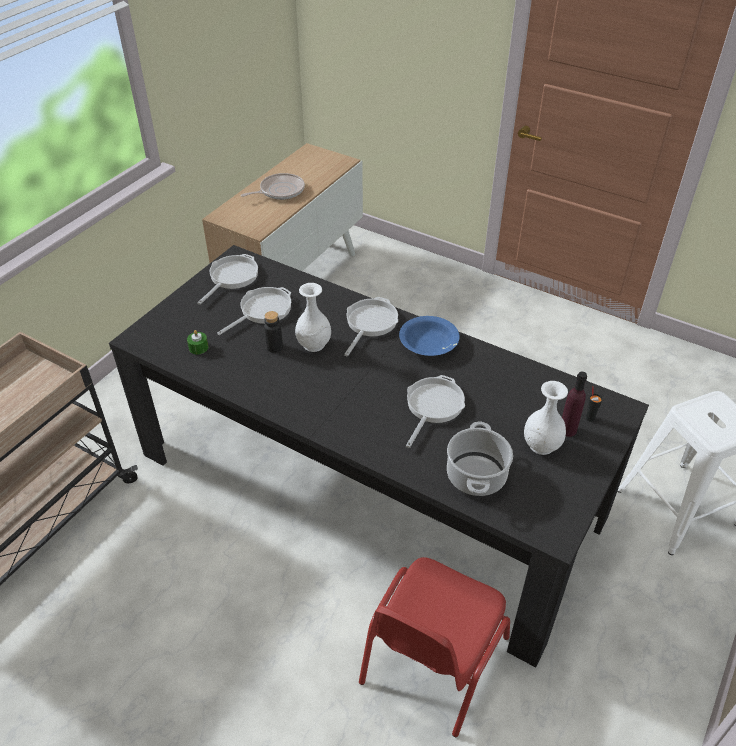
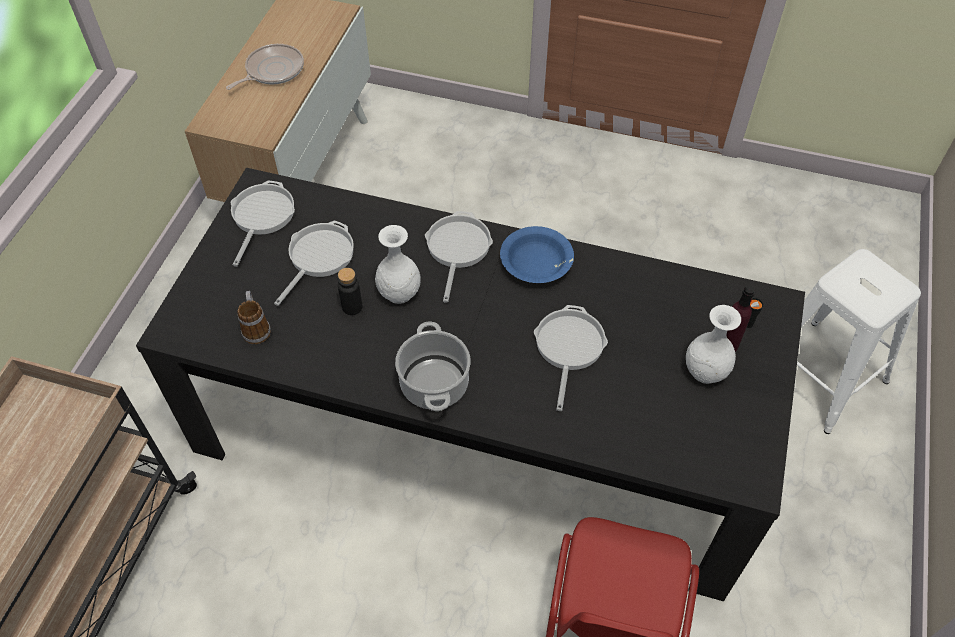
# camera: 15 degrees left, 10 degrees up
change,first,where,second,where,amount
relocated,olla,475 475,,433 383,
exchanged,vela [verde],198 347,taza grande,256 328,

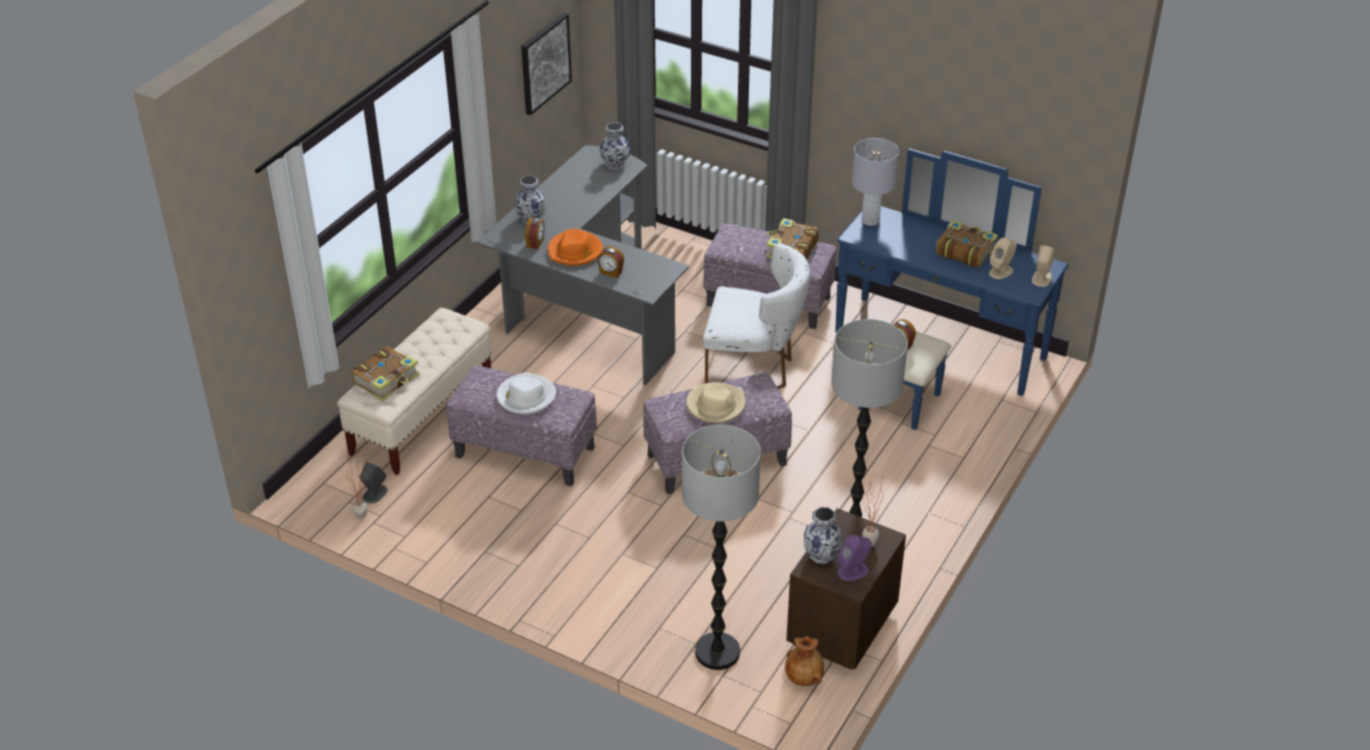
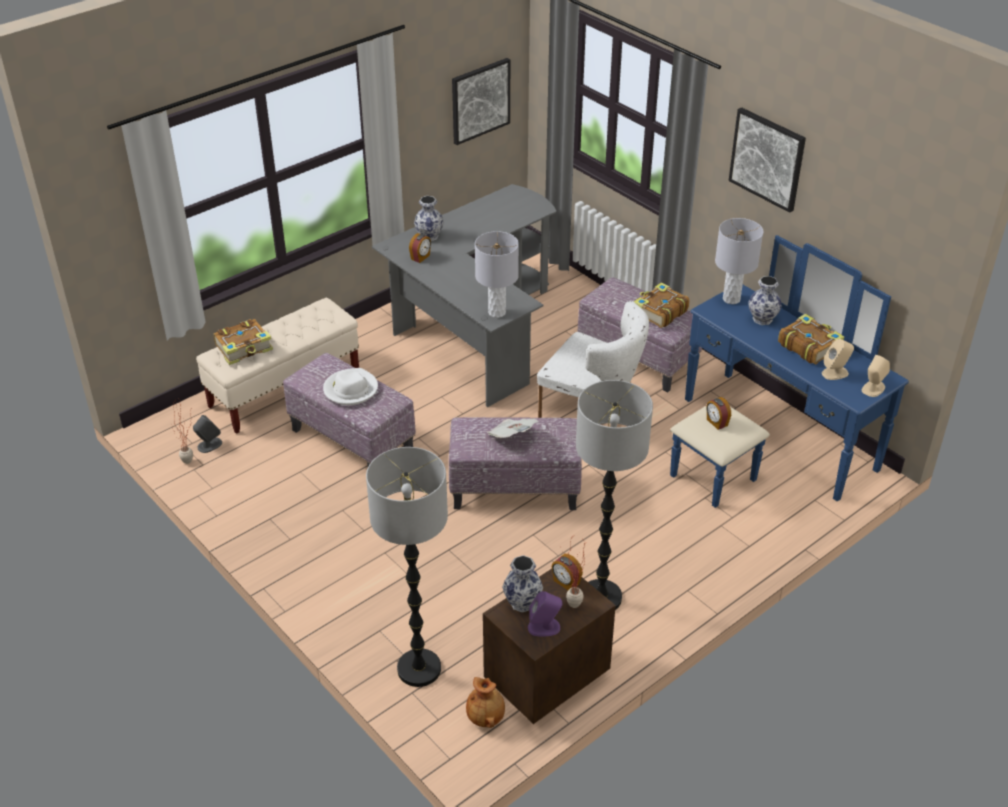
# camera: 20 degrees right, 0 degrees up
change,first,where,second,where,amount
missing,sombrero [naranja],575 251,,,
appeared,,,lámpara de mesa [gris],497 312,
appeared,,,cuadro,767 159,
relocated,despertador,611 272,,566 582,
relocated,florero,615 164,,762 319,
exchanged,sombrero [beis],715 405,periódico,512 437,

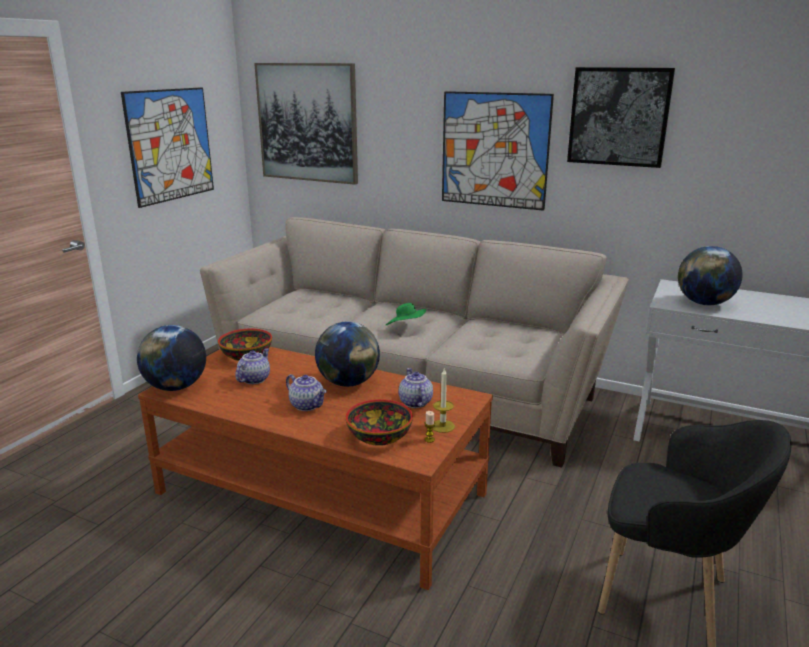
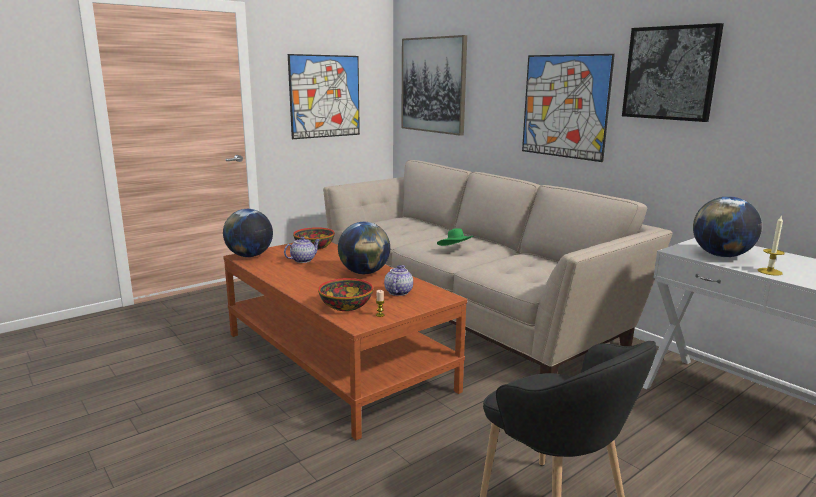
# camera: 25 degrees right, 5 degrees down
change,first,where,second,where,amount
missing,tetera,308 405,,,
relocated,vela,442 426,,769 271,

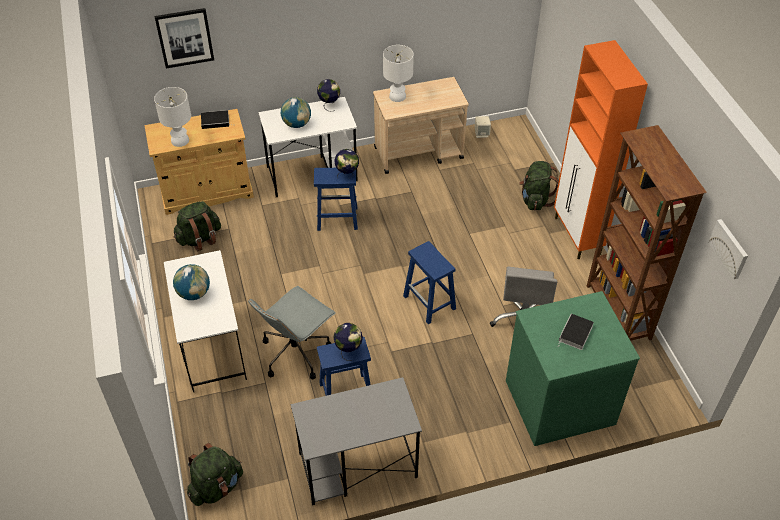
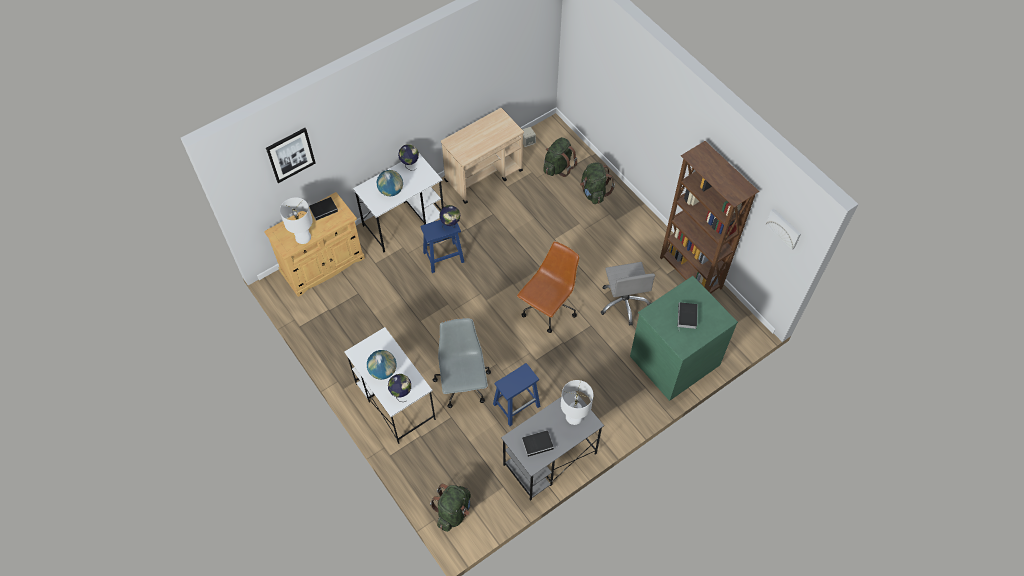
# camera: 20 degrees left, 10 degrees up
change,first,where,second,where,amount
missing,armario [naranja],577 236,,,
appeared,,,libro,538 443,
relocated,mochila [verde],199 239,,558 167,
relocated,globo terráqueo,348 350,,401 393,
relocated,lámpara de mesa [blanco],398 96,,574 416,
exchanged,taburete [azul],430 303,silla de oficina [marrón],548 309,
spun,silla de oficina [gris],296 352,,463 384,150 degrees clockwise

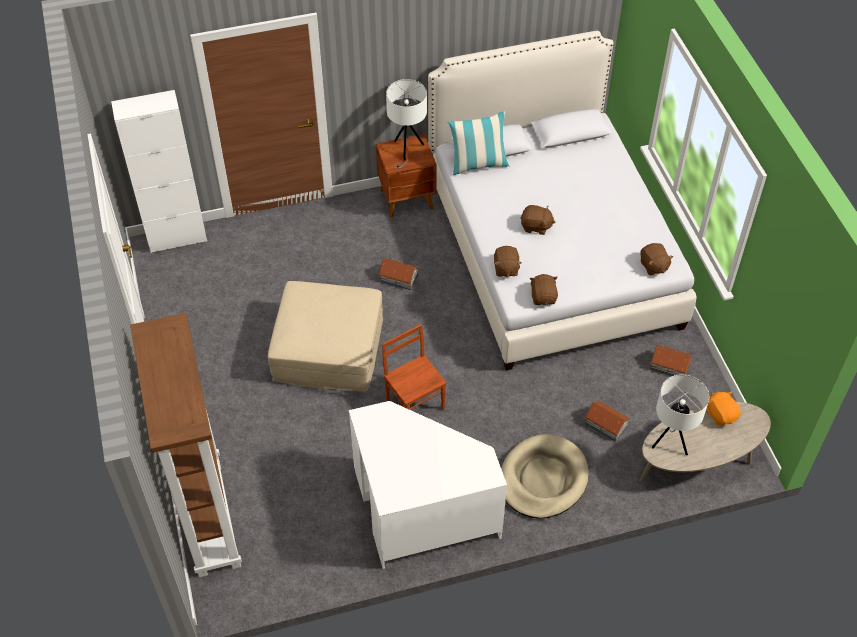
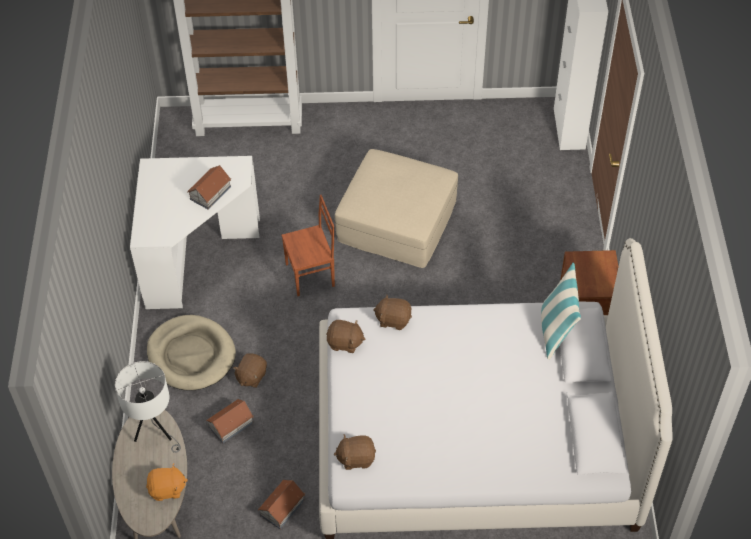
# camera: 105 degrees right, 0 degrees up
change,first,where,second,where,amount
missing,lámpara de mesa [blanco],406 150,,,
relocated,casita,398 277,,211 193,
relocated,peluche [marrón],536 226,,251 376,

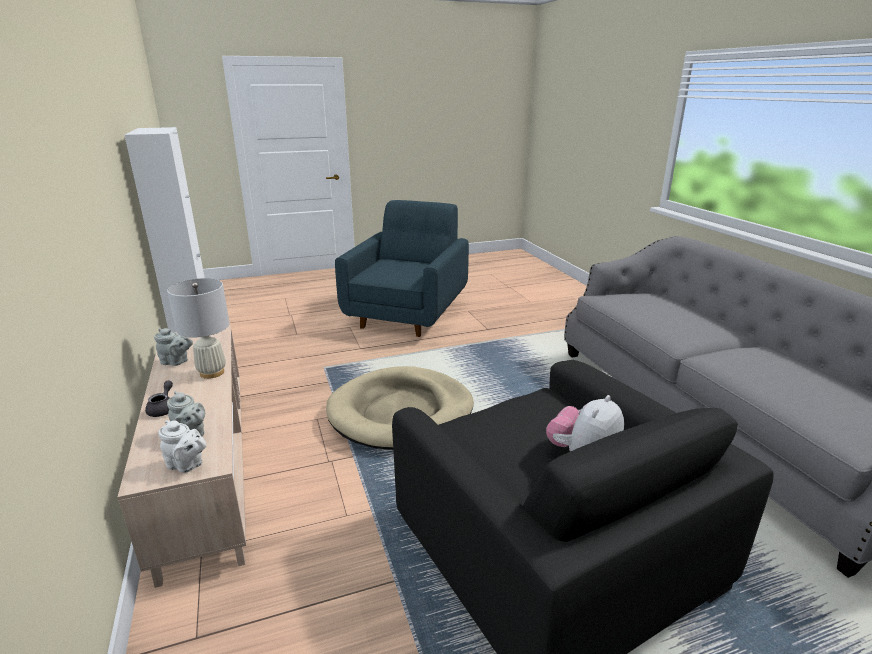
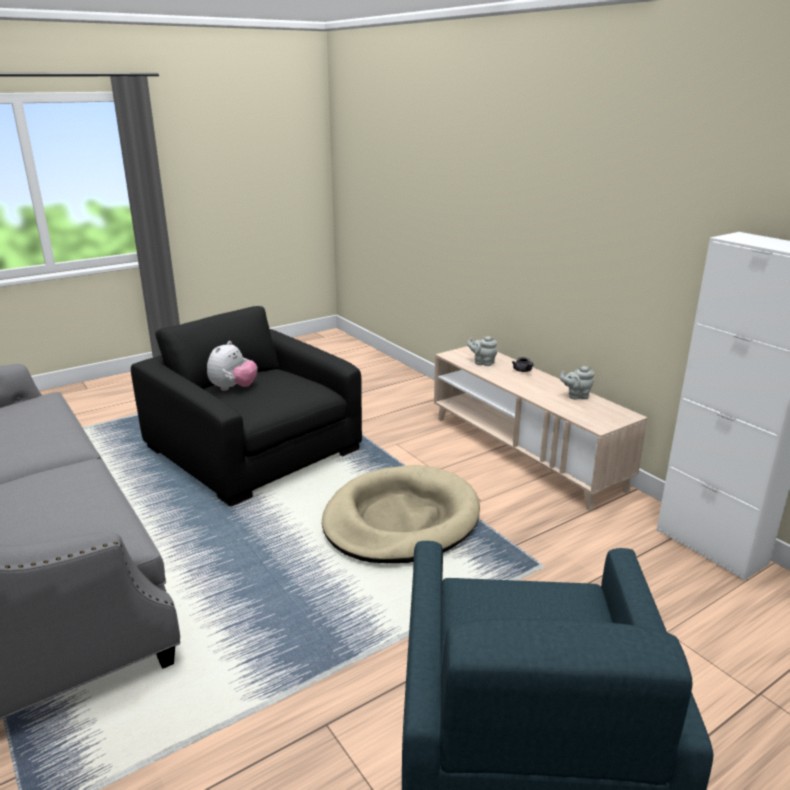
# camera: 165 degrees right, 0 degrees up
change,first,where,second,where,amount
missing,tetera [blanco],187 465,,,
missing,lámpara de mesa [blanco],212 372,,,

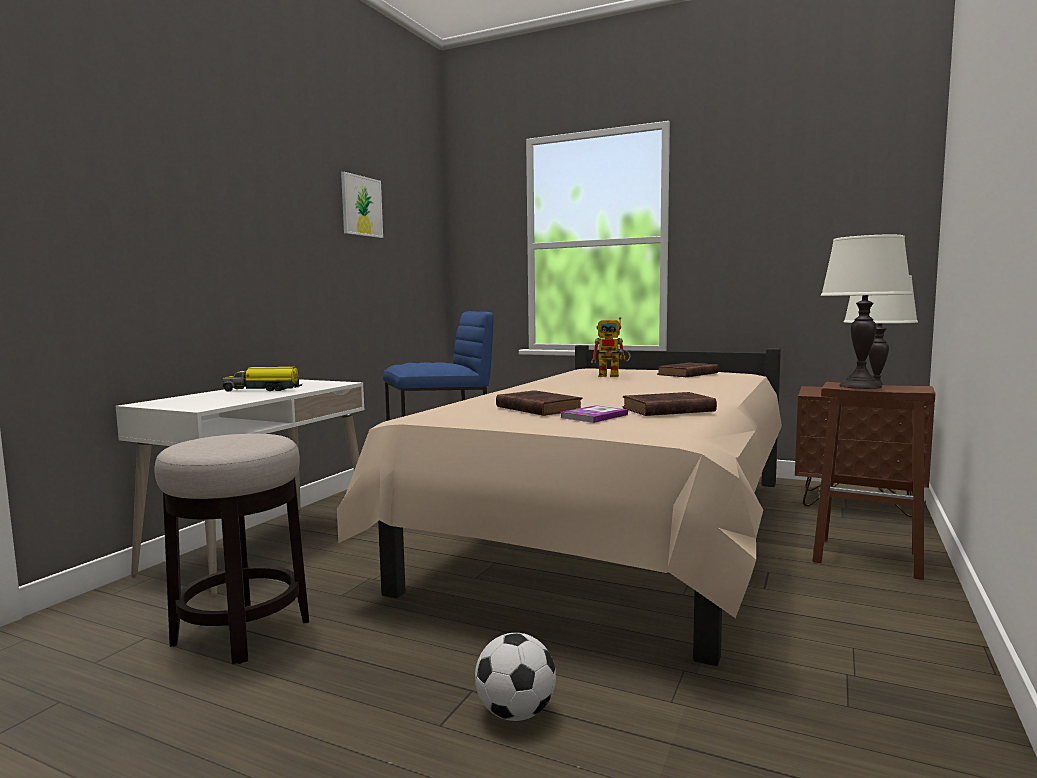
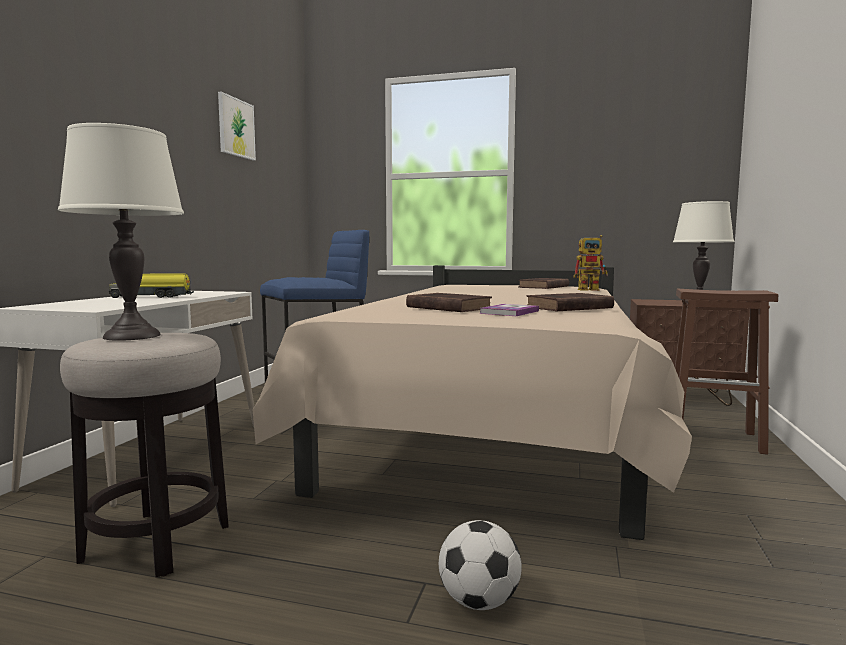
# camera: 10 degrees left, 0 degrees up
change,first,where,second,where,amount
relocated,robot de juguete,614 376,,592 289,
relocated,lámpara de mesa [blanco],860 386,,132 336,

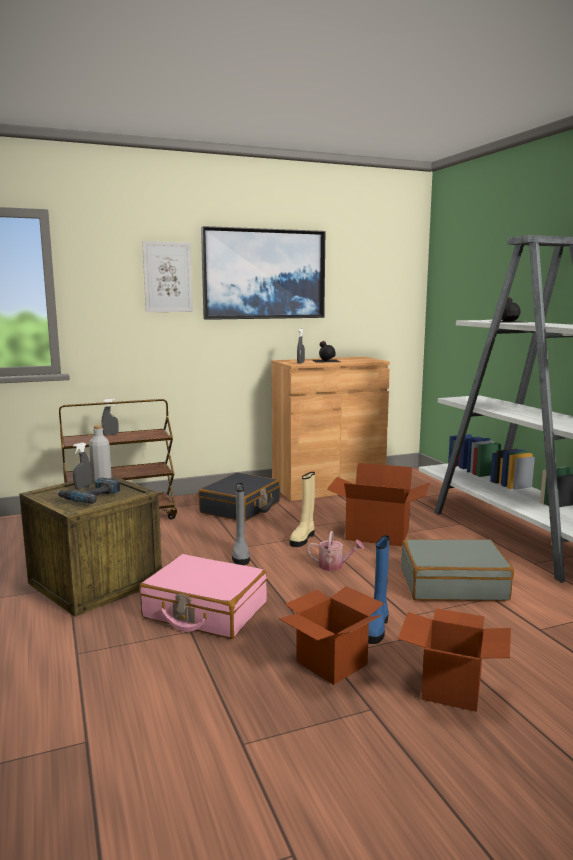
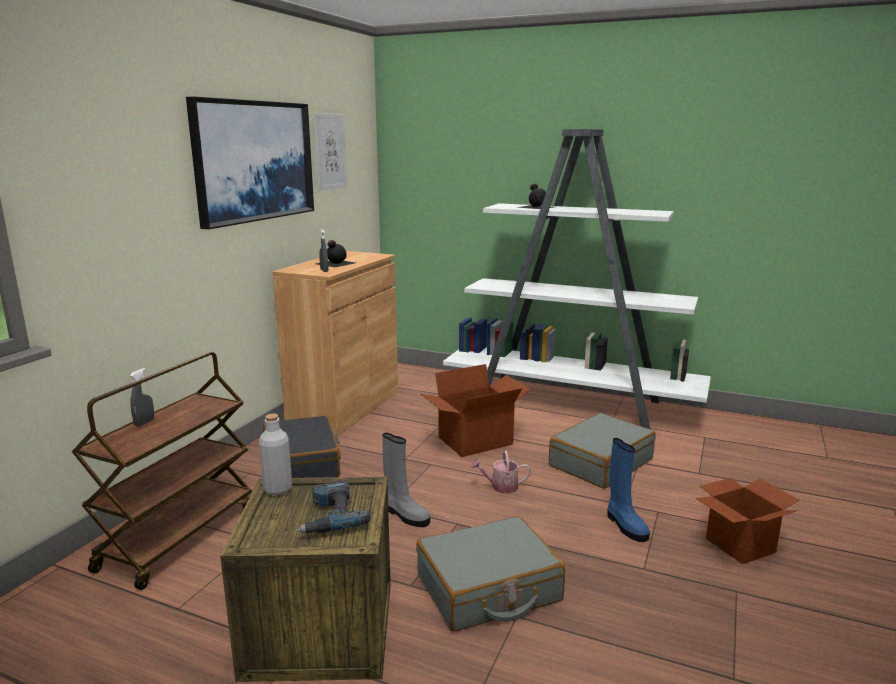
# camera: 45 degrees left, 5 degrees up
change,first,where,second,where,amount
missing,pulverizador [gris],83 488,,,
missing,caja de cartón,332 663,,,
missing,bota [beis],303 538,,,
relocated,cuadro,167 277,,330 151,
colour,maleta [rosa],205 611,maleta [gris],488 589,
spun,regadera,334 566,,500 486,150 degrees counterclockwise

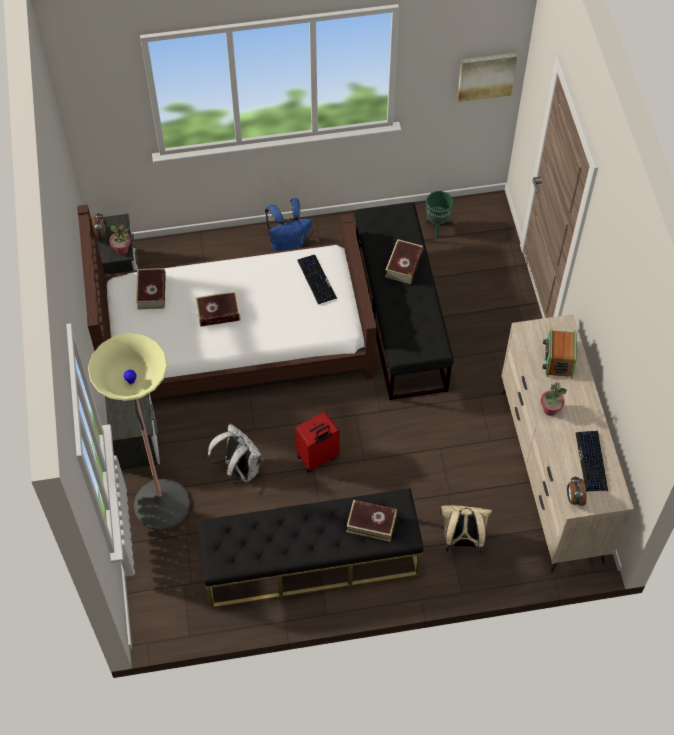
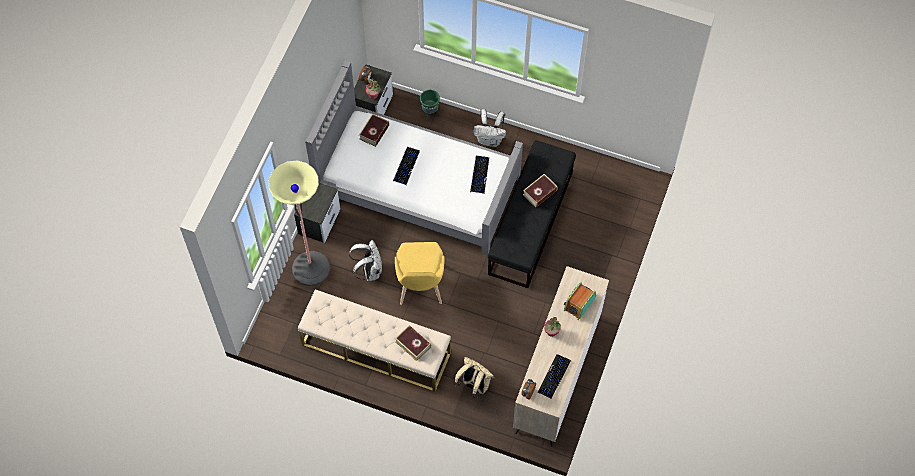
# camera: 30 degrees right, 5 degrees up
change,first,where,second,where,amount
missing,cuadro,486 75,,,
relocated,maceta [verde],437 226,,430 113,
exchanged,libro,218 312,teclado,406 166,
exchanged,maleta [rojo],318 458,silla [amarillo],420 288,
colour,cama [marrón],234 339,cama [gris],417 186,
colour,banco [negro],310 562,banco [beis],375 349,
colour,mochila [azul],288 245,mochila [blanco],490 139,

